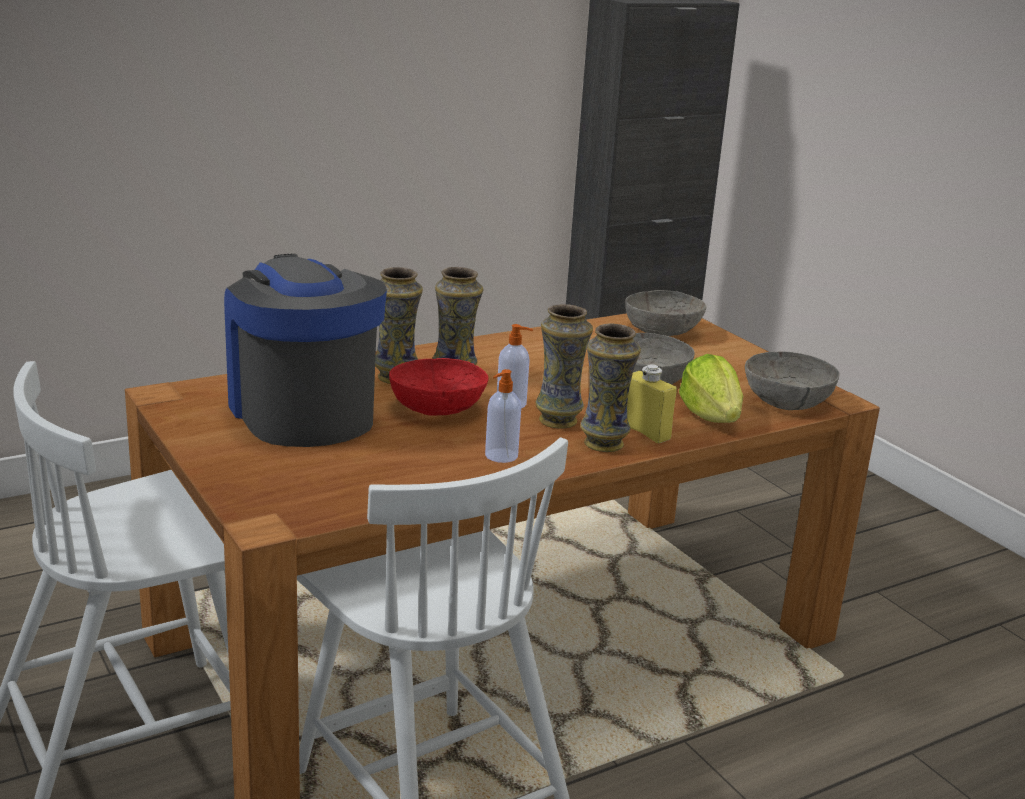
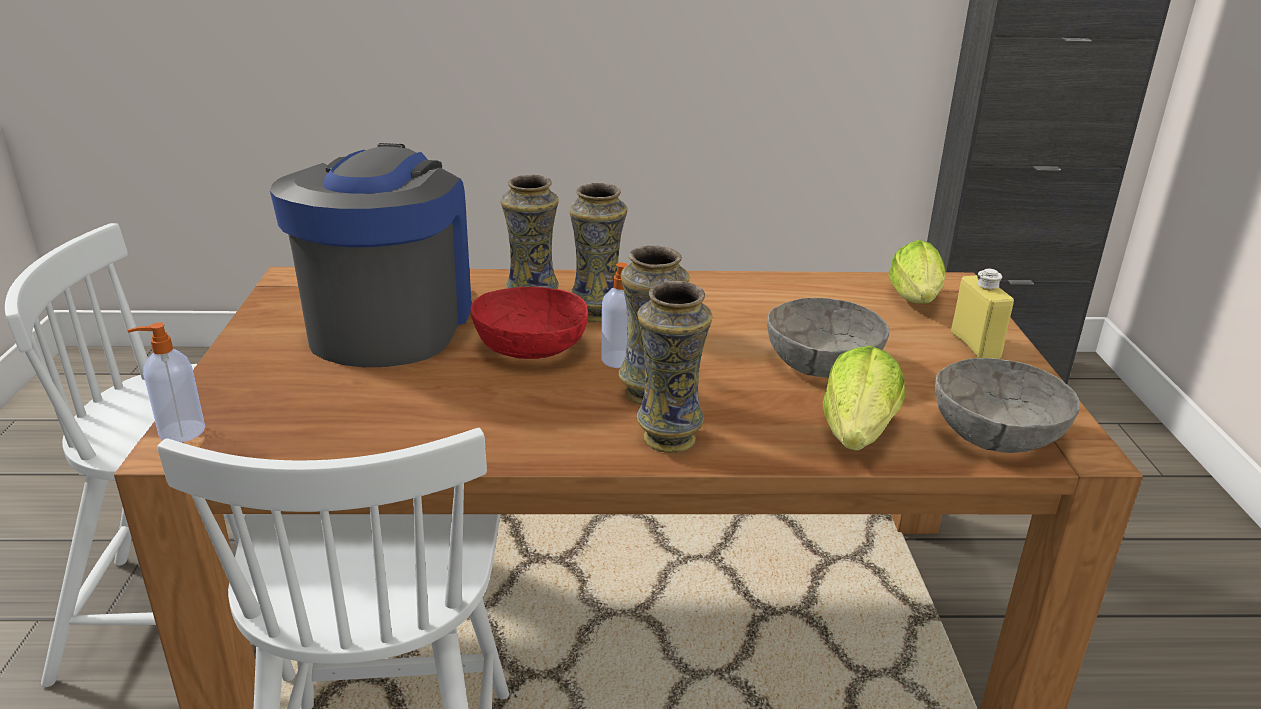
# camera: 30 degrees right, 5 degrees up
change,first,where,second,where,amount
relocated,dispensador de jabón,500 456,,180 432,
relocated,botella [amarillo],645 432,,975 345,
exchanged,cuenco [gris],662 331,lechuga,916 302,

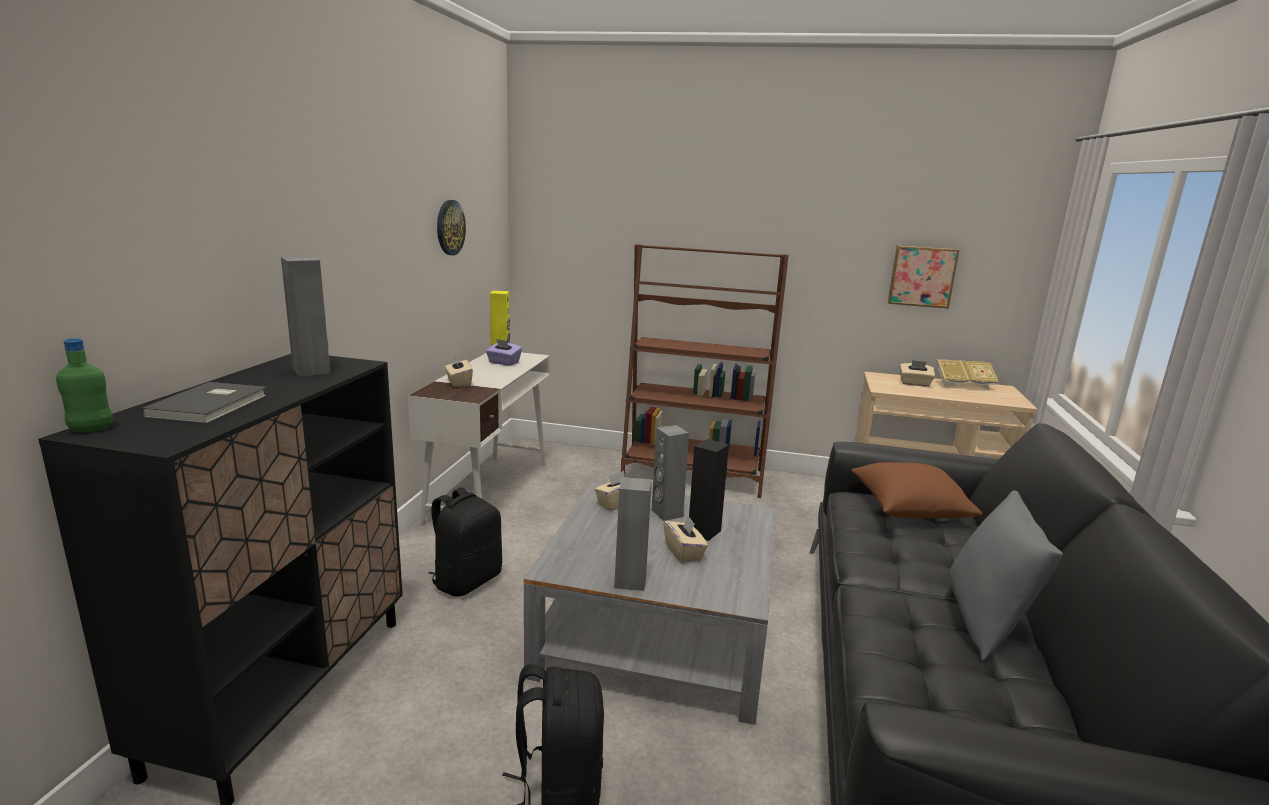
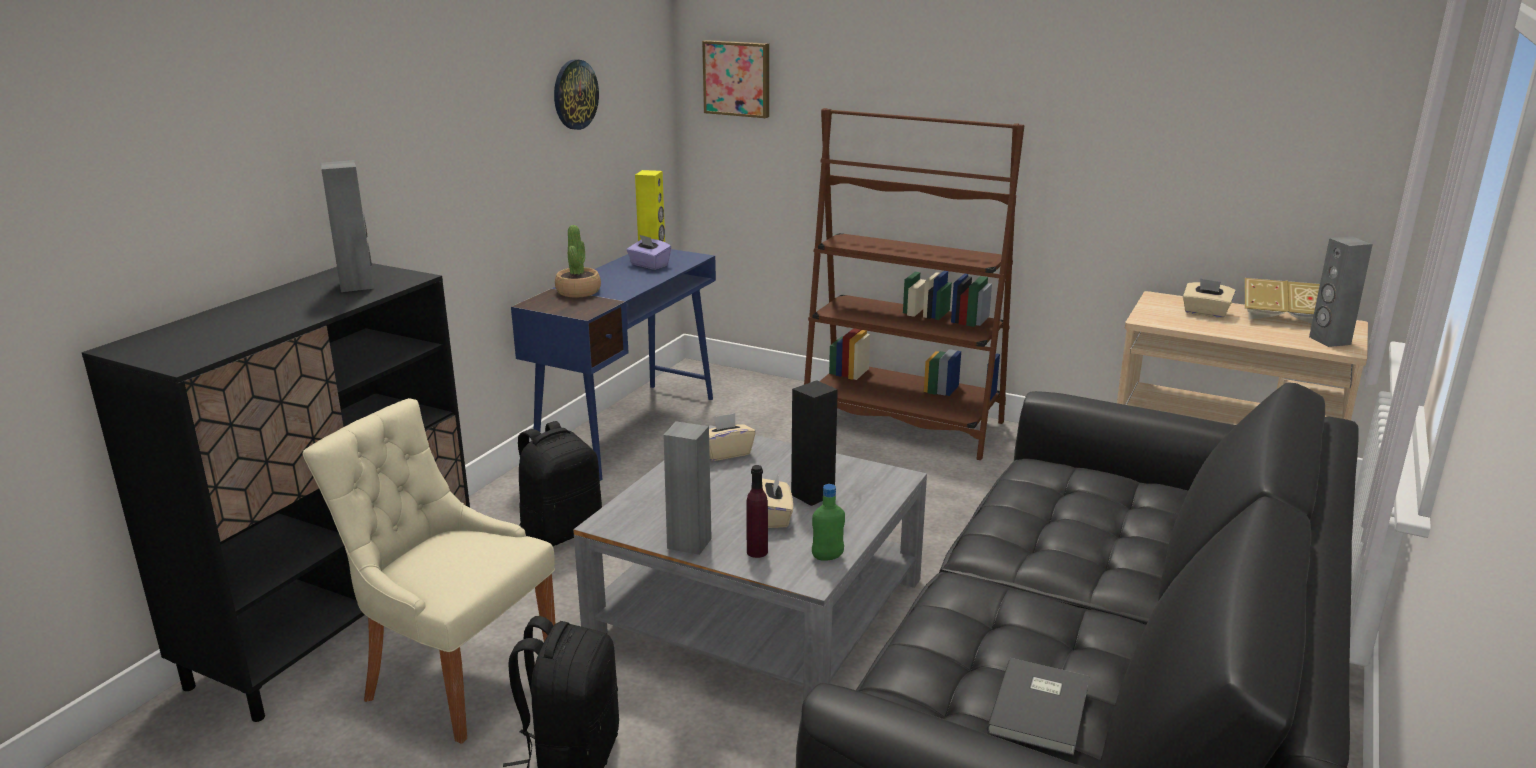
# camera: 15 degrees right, 5 degrees up
change,first,where,second,where,amount
missing,cojín [marrón],909 509,,,
missing,cojín [gris],986 624,,,
appeared,,,silla [beis],455 676,
appeared,,,botella [morado],757 552,
relocated,botella [verde],91 429,,827 557,
relocated,libro [gris],212 405,,1042 708,
relocated,altavoz [gris],666 513,,1329 340,
relocated,cuadro,922 276,,737 78,
exchanged,caja de pañuelos [beis],458 383,planta en maceta,578 291,
colour,escritorio [blanco],489 491,escritorio [azul],629 428,

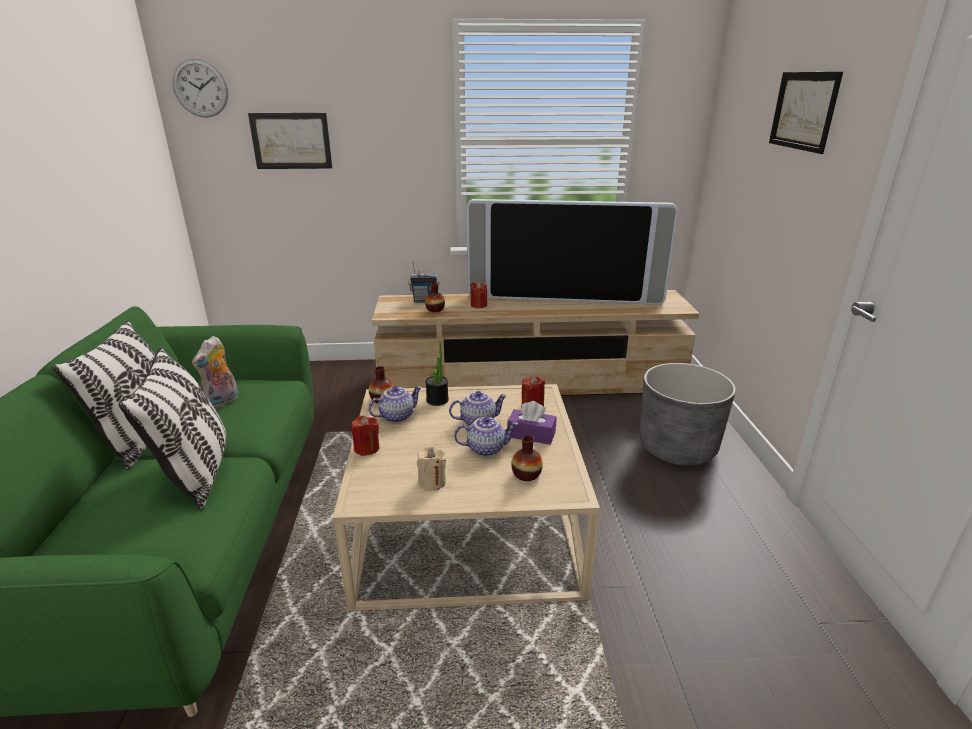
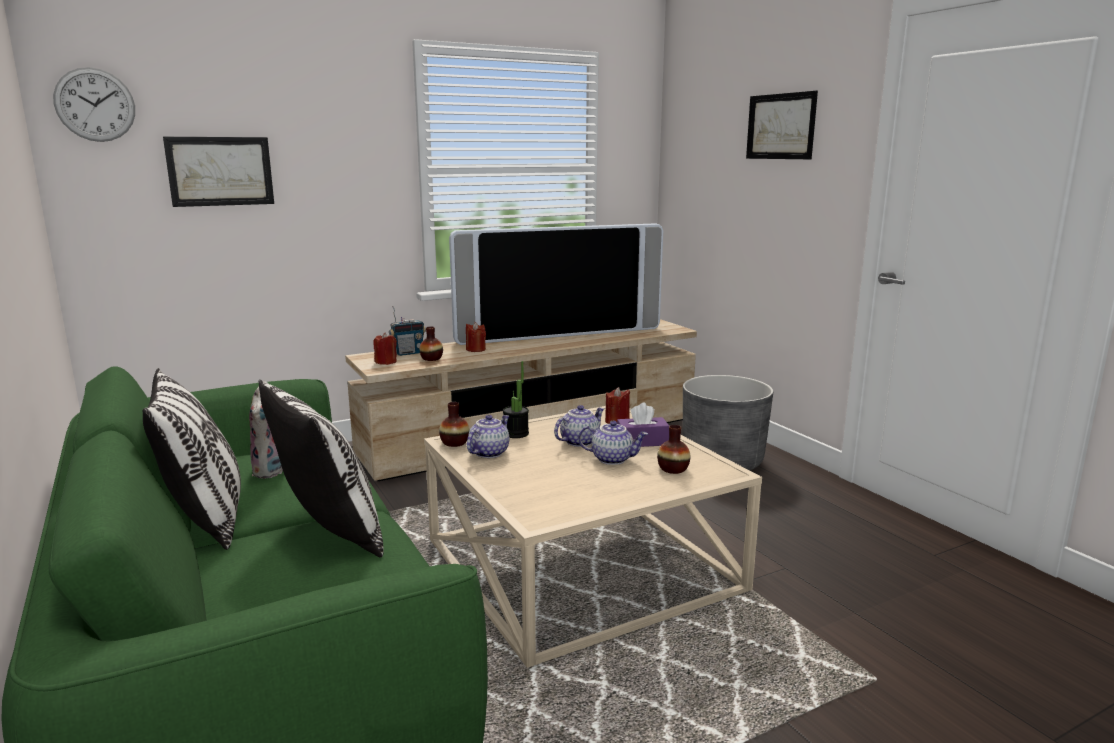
# camera: 25 degrees left, 10 degrees down
change,first,where,second,where,amount
missing,vela [beis],432 482,,,
relocated,vela [rojo],366 448,,386 362,
spun,tetera,486 448,,612 459,45 degrees clockwise

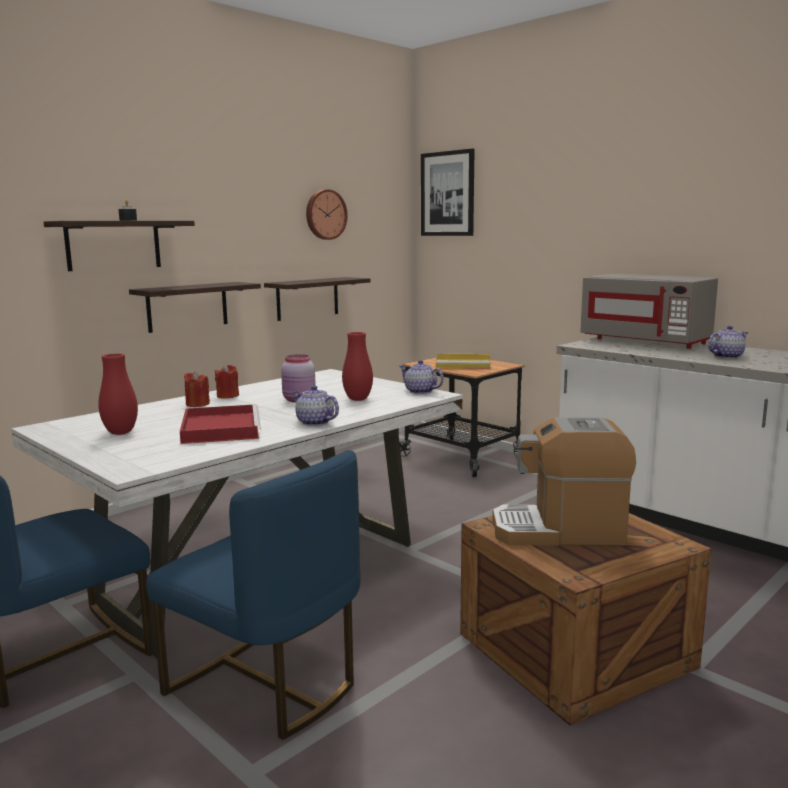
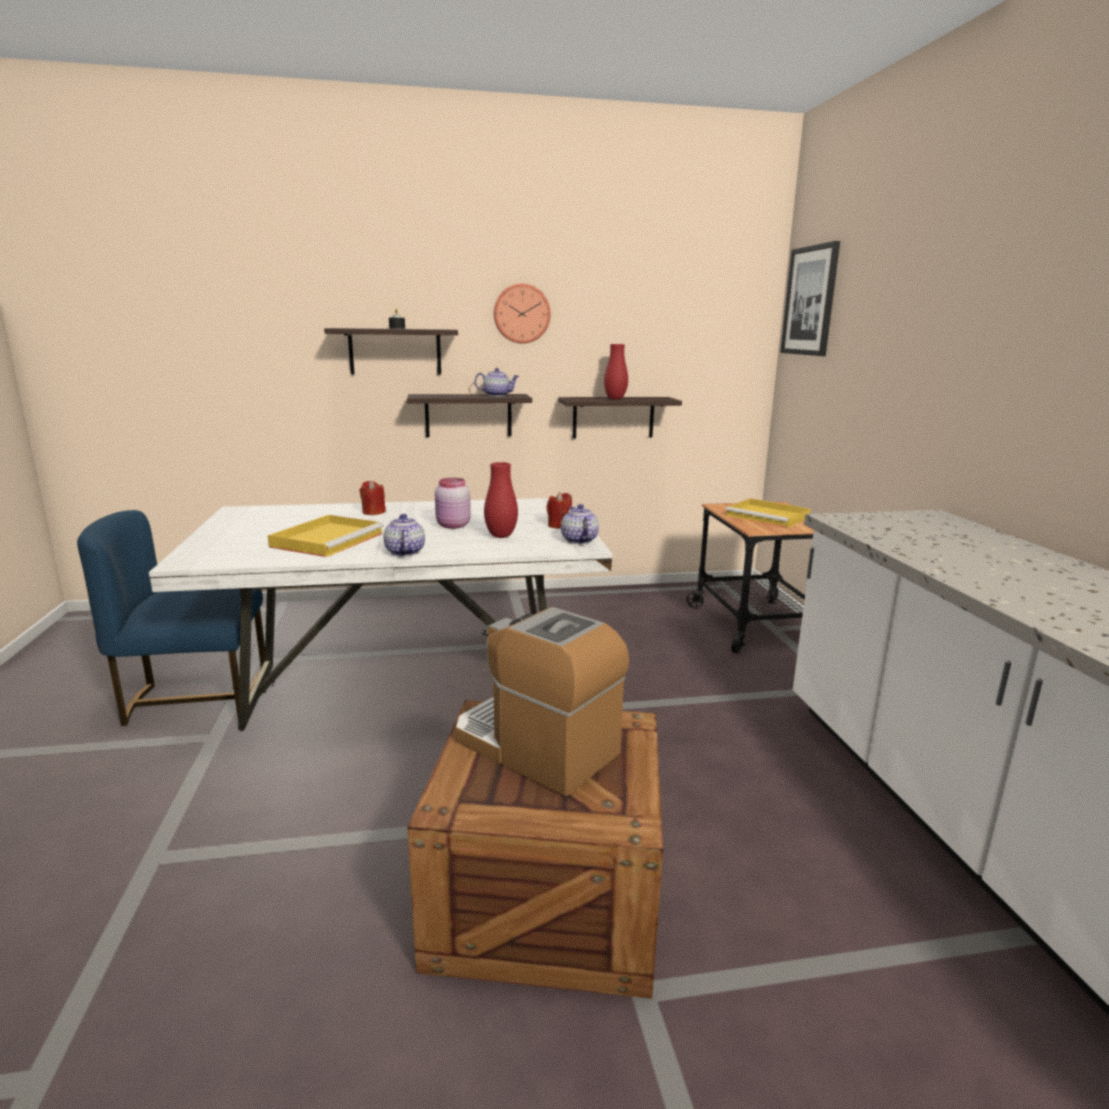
# camera: 35 degrees right, 5 degrees up
change,first,where,second,where,amount
missing,silla [azul],266 684,,,
missing,microondas [gris],646 341,,,
relocated,florero [rojo],120 433,,615 399,
relocated,vela [rojo],228 396,,559 525,
relocated,reloj de pared,325 214,,521 313,
relocated,tetera,726 356,,497 395,
colour,bandeja [rojo],220 428,bandeja [amarillo],328 539,

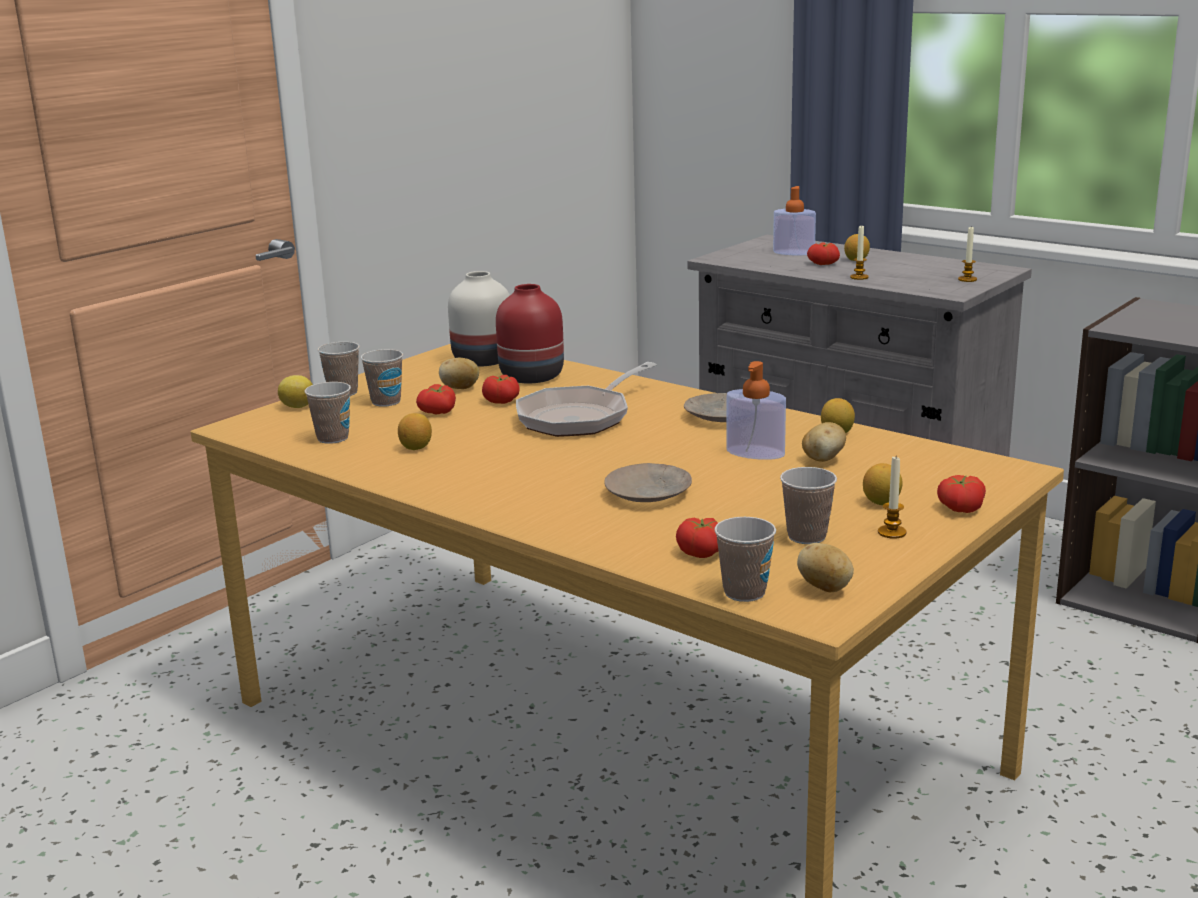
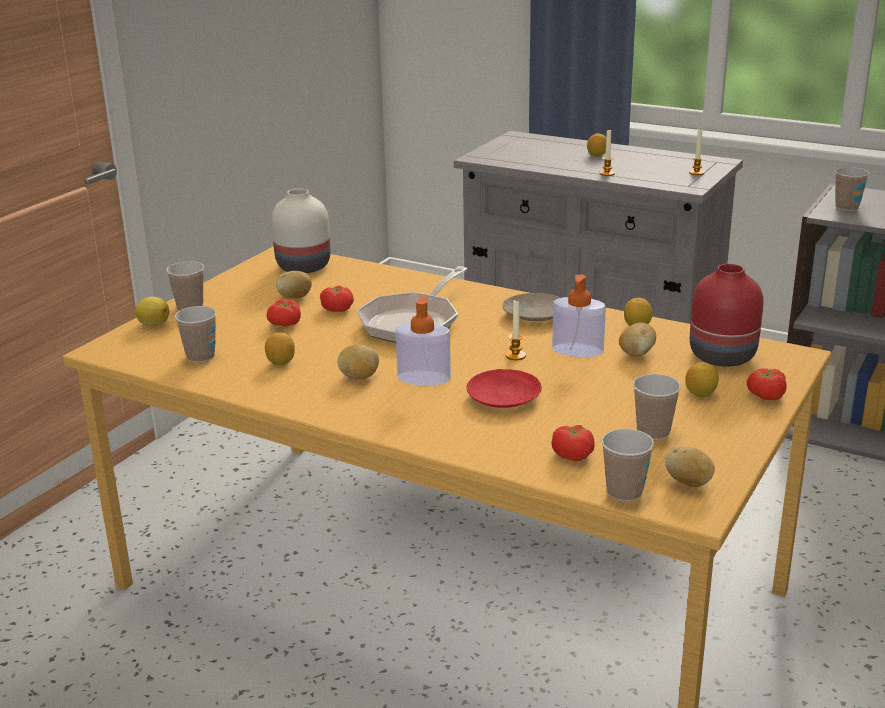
# camera: 10 degrees left, 5 degrees up
change,first,where,second,where,amount
missing,tomate,823 263,,,
appeared,,,patata,359 377,
relocated,taza,386 402,,847 207,
relocated,florero [rojo],530 377,,722 357,
relocated,dispensador de jabón,793 252,,424 378,
relocated,vela,892 532,,515 355,
colour,plato [beis],649 493,plato [rojo],504 397,

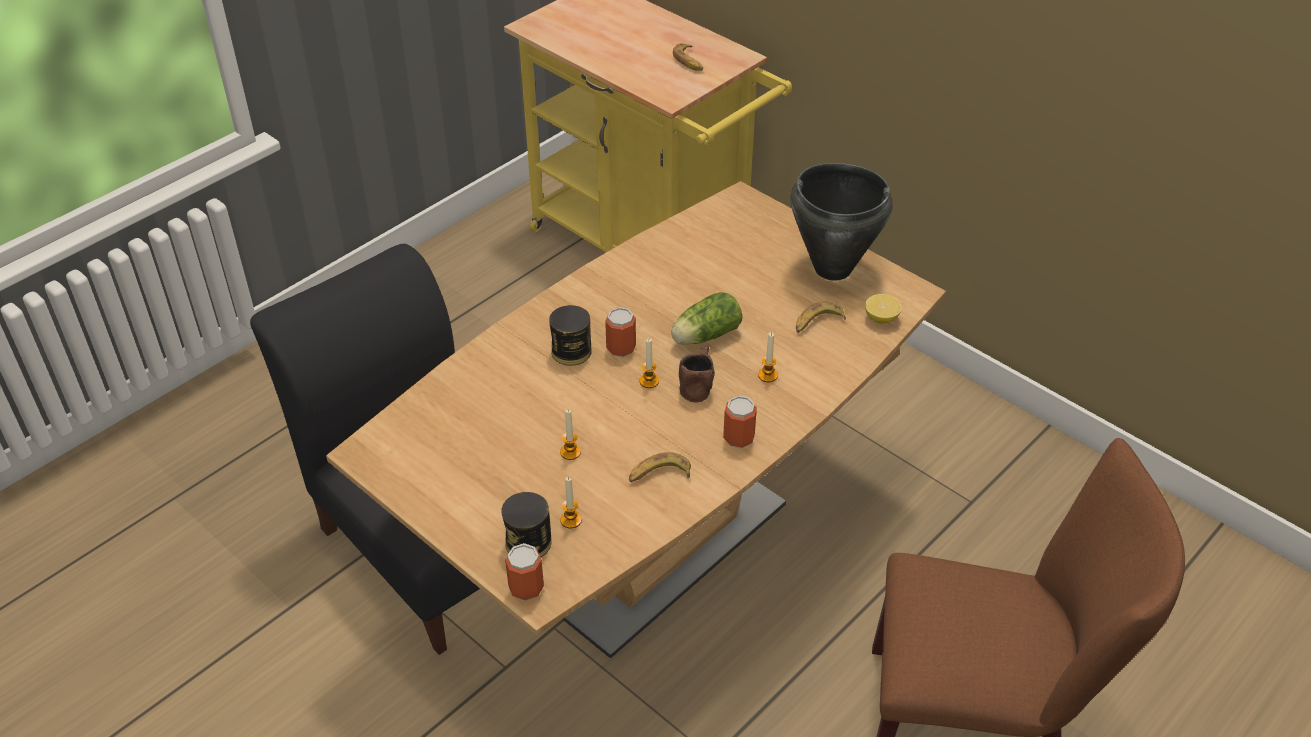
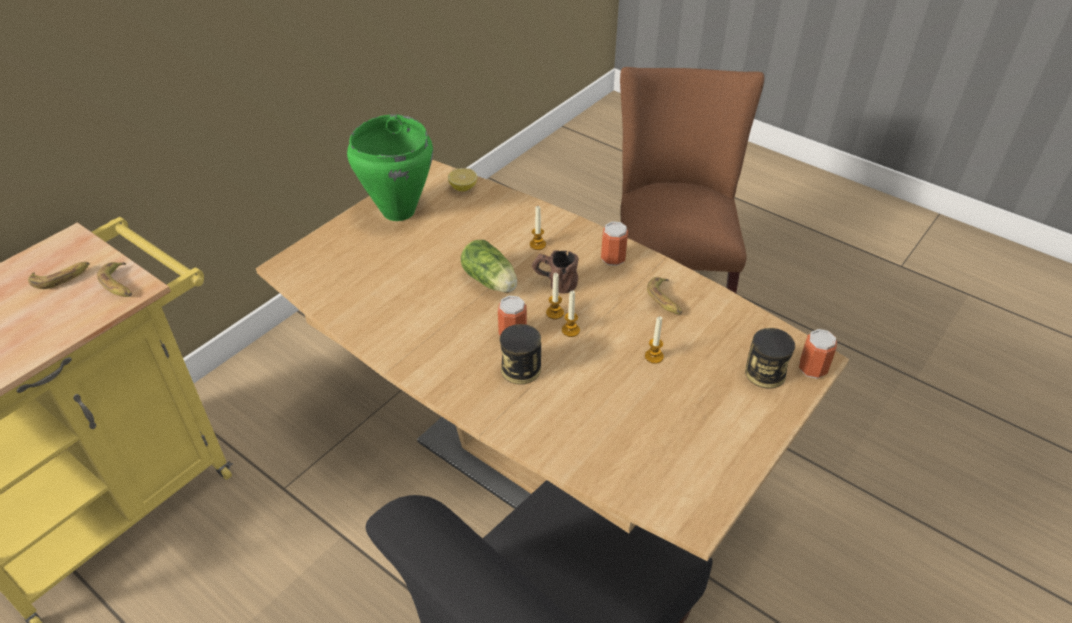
# camera: 95 degrees left, 0 degrees up
change,first,where,second,where,amount
relocated,vela,571 520,,570 330,
relocated,plátano,817 323,,119 285,
colour,olla [negro],832 268,olla [verde],398 211,

